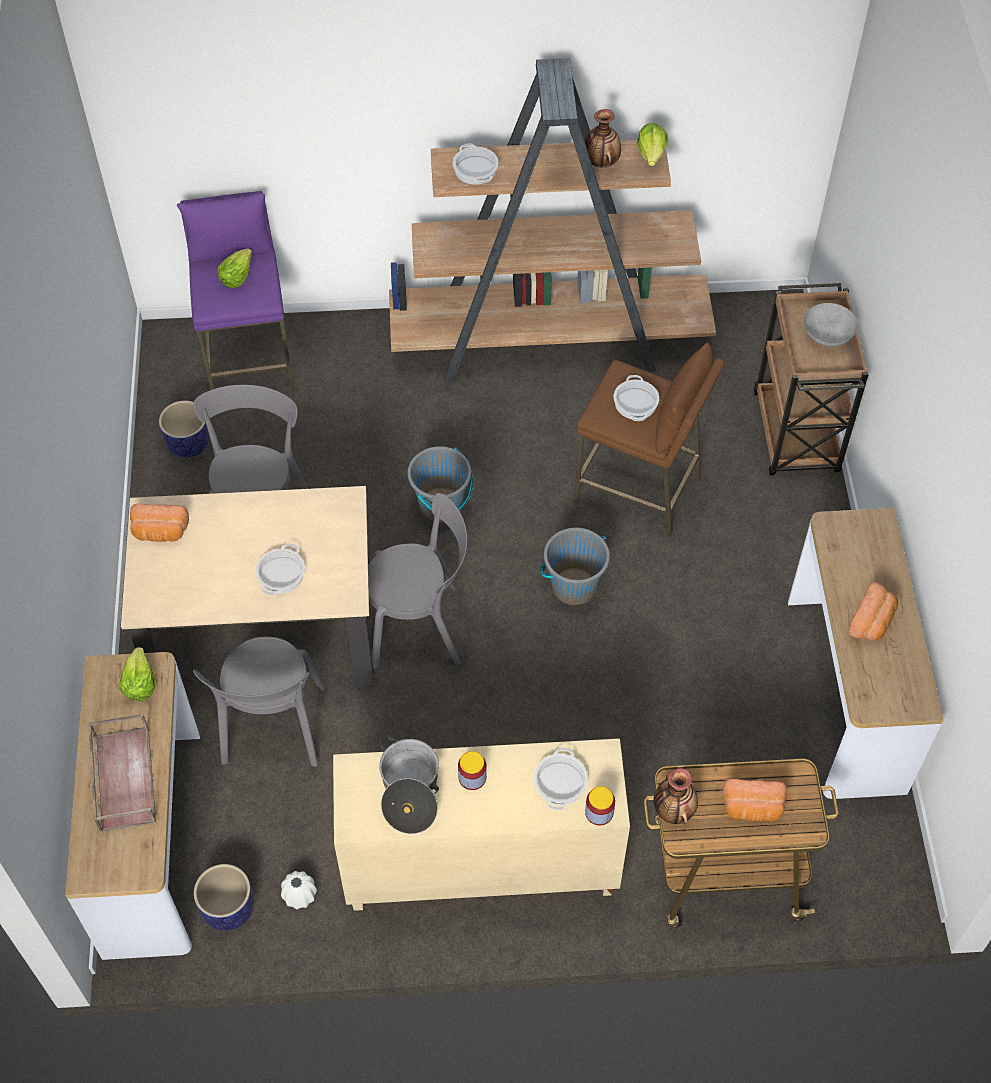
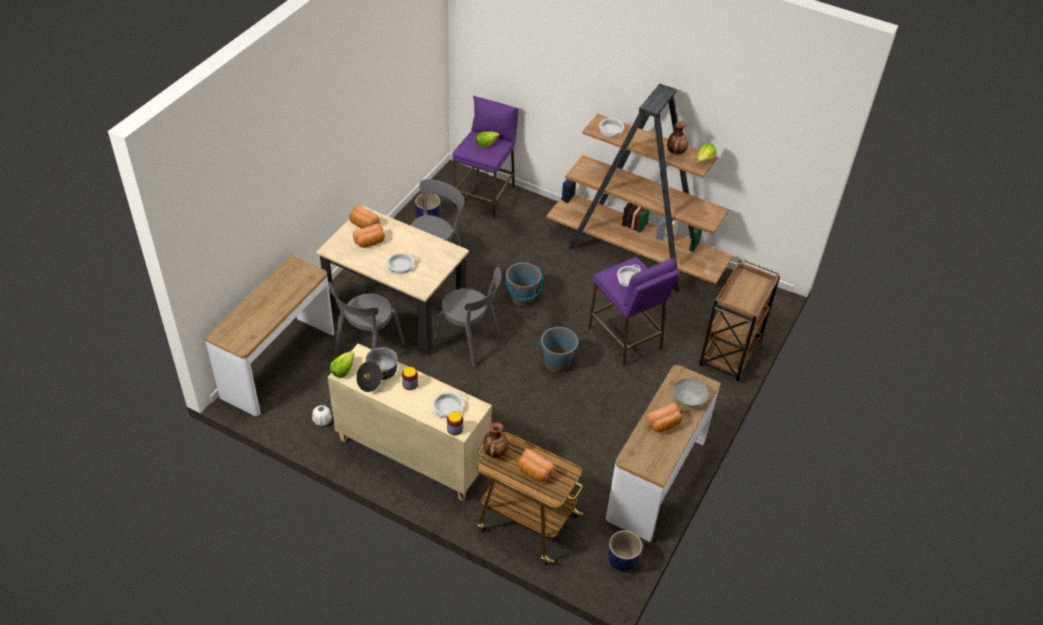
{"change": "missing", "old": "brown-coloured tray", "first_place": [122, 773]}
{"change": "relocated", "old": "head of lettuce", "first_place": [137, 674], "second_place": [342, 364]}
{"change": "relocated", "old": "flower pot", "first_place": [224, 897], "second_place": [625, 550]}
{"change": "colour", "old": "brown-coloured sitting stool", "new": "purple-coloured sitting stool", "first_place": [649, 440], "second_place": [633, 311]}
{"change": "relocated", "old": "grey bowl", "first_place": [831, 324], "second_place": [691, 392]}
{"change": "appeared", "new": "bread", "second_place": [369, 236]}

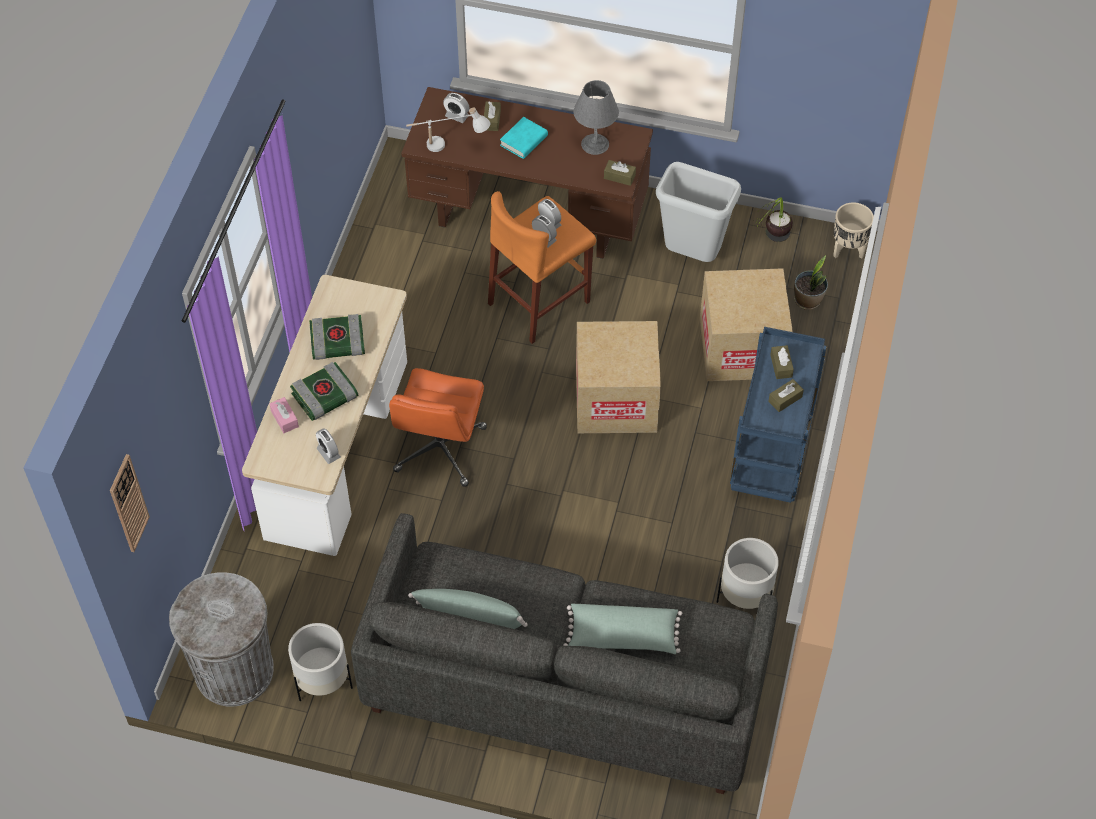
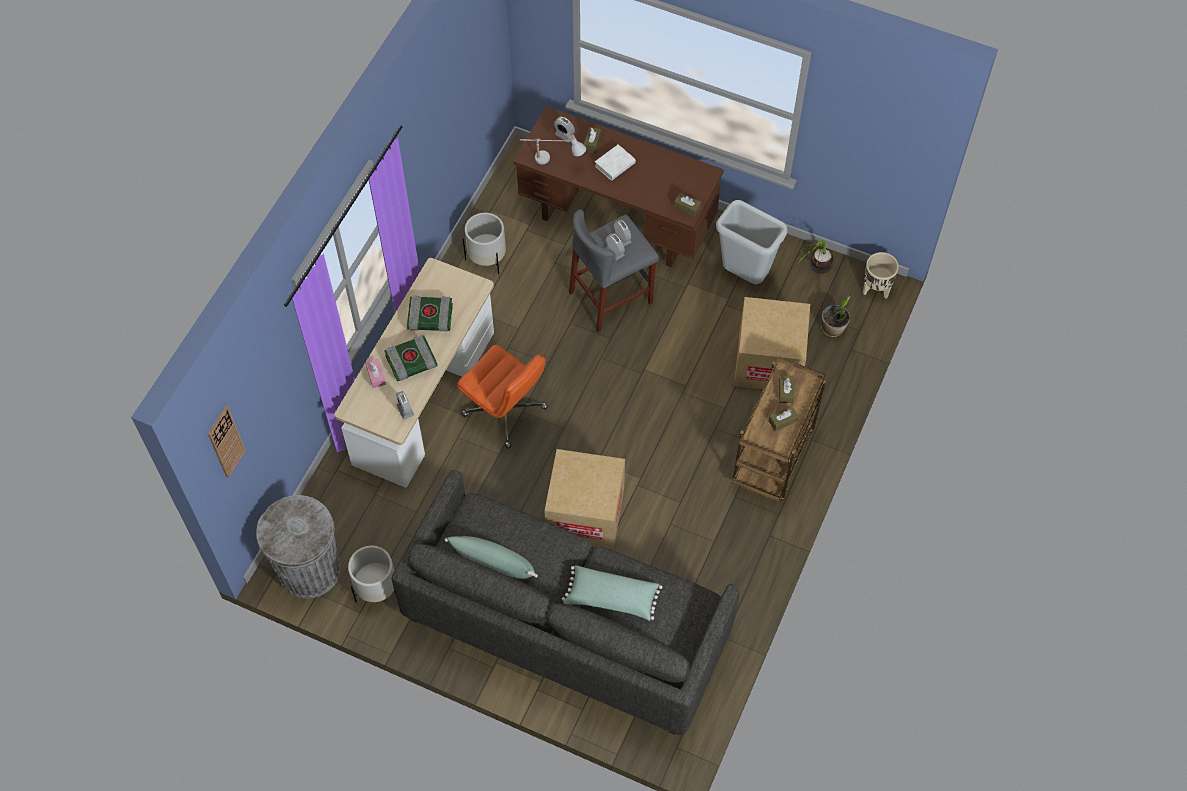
{"change": "spun", "old": "orange computer chair", "first_place": [438, 427], "second_place": [502, 396], "degrees": -75}
{"change": "colour", "old": "orange sitting stool", "new": "grey sitting stool", "first_place": [542, 267], "second_place": [614, 271]}
{"change": "colour", "old": "turquoise book", "new": "white book", "first_place": [524, 138], "second_place": [615, 162]}
{"change": "missing", "old": "grey lamp for a table", "first_place": [596, 117]}
{"change": "relocated", "old": "packing box", "first_place": [618, 377], "second_place": [585, 499]}
{"change": "relocated", "old": "white flower pot", "first_place": [748, 573], "second_place": [484, 243]}
{"change": "colour", "old": "blue-coloured cart", "new": "brown-coloured cart", "first_place": [778, 415], "second_place": [779, 429]}

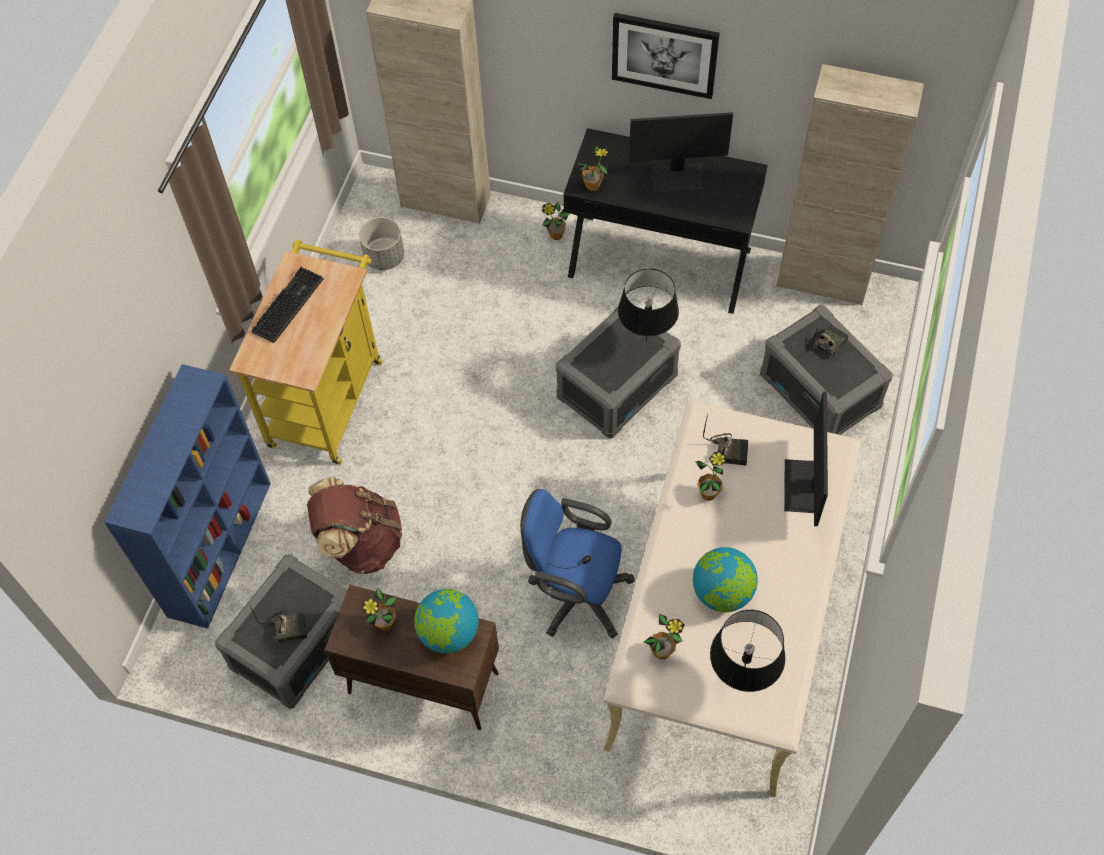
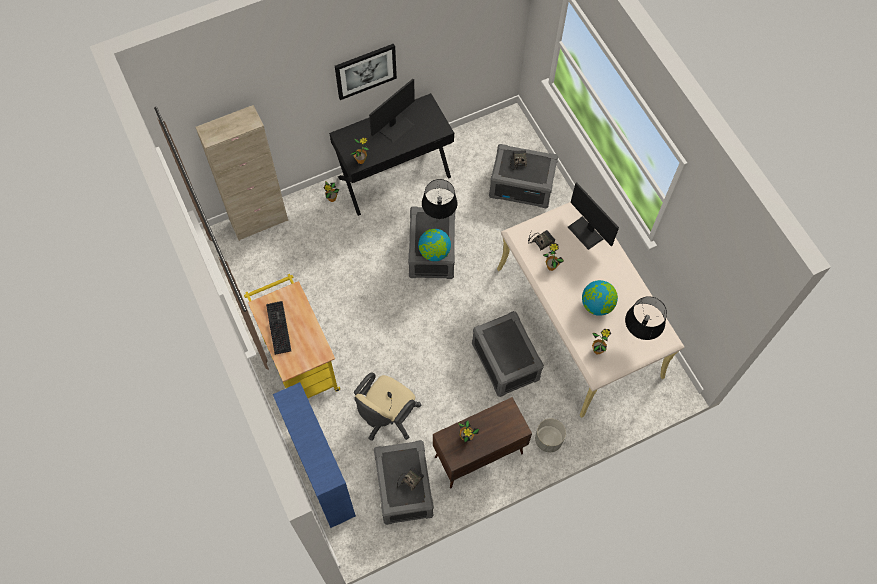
{"change": "exchanged", "old": "brown-coloured rucksack", "new": "beige computer chair", "first_place": [354, 525], "second_place": [387, 406]}
{"change": "relocated", "old": "grey flower pot", "first_place": [381, 243], "second_place": [550, 435]}
{"change": "relocated", "old": "world globe", "first_place": [446, 621], "second_place": [434, 245]}
{"change": "exchanged", "old": "blue-coloured computer chair", "new": "grey storage container", "first_place": [577, 563], "second_place": [508, 354]}
{"change": "missing", "old": "beige cabinet", "first_place": [850, 184]}

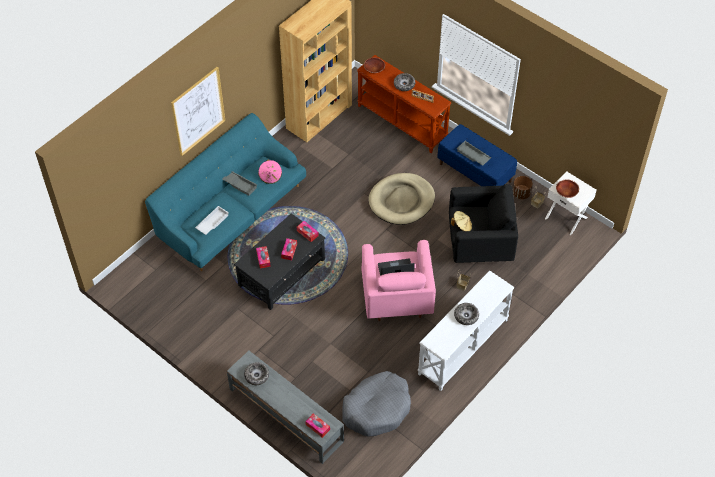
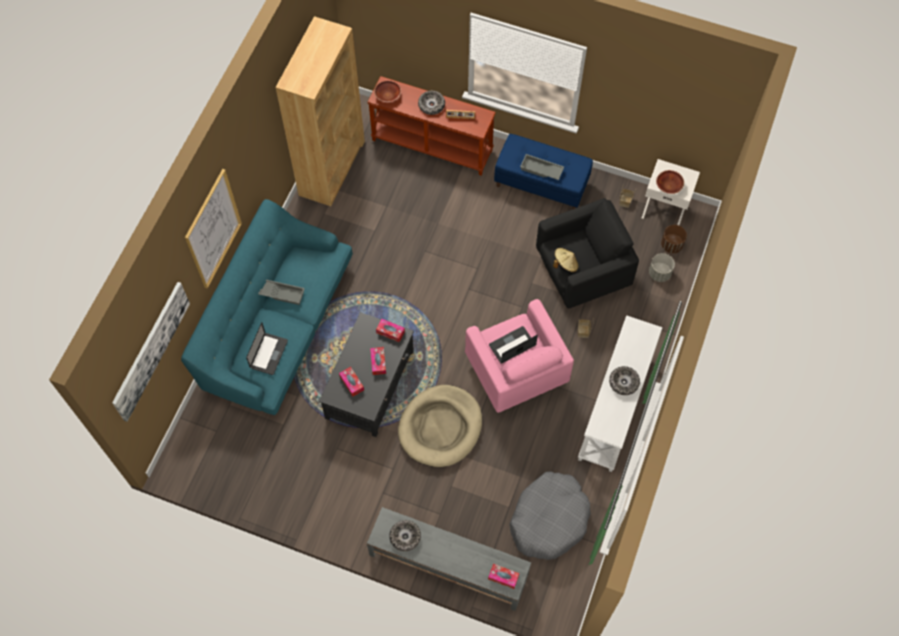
{"change": "exchanged", "old": "white tray", "new": "notebook computer", "first_place": [212, 220], "second_place": [267, 349]}
{"change": "missing", "old": "pink-coloured clothing hat", "first_place": [270, 171]}
{"change": "relocated", "old": "beige pet bed", "first_place": [401, 199], "second_place": [440, 426]}
{"change": "relocated", "old": "brown-coloured flower pot", "first_place": [522, 187], "second_place": [674, 239]}
{"change": "appeared", "new": "wall art", "second_place": [151, 352]}
{"change": "appeared", "new": "grey flower pot", "second_place": [662, 267]}

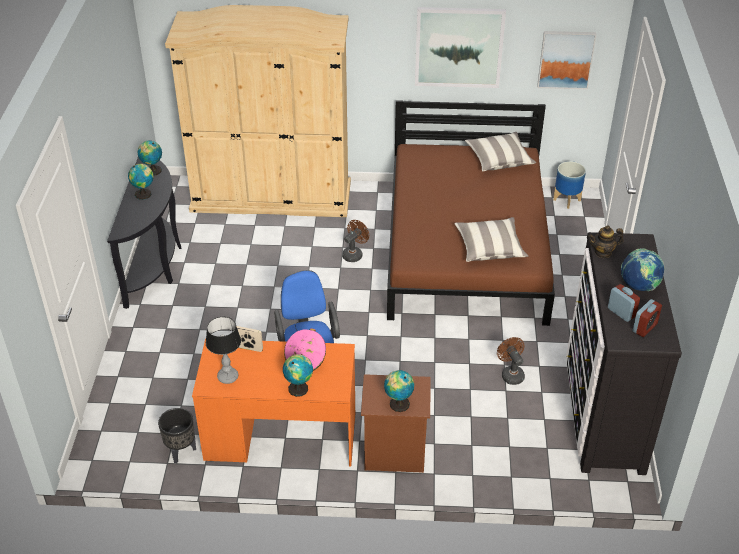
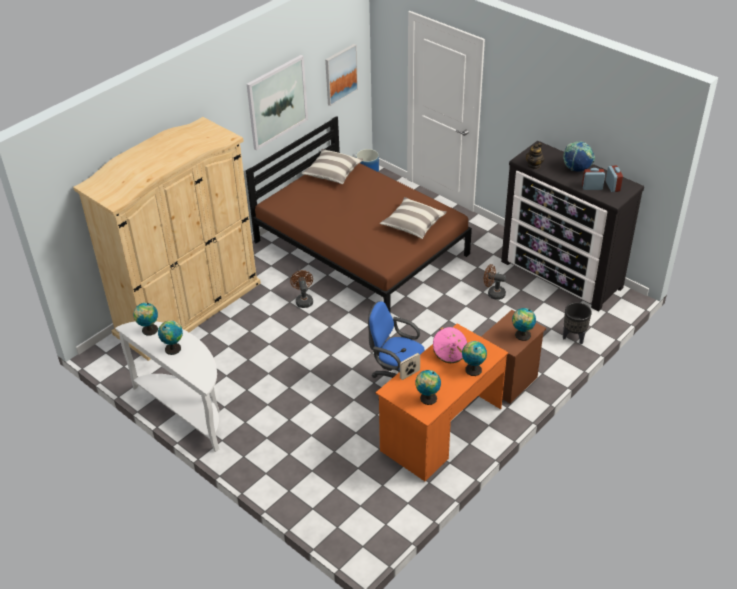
{"change": "colour", "old": "black console table", "new": "white console table", "first_place": [144, 233], "second_place": [167, 386]}
{"change": "relocated", "old": "black flower pot", "first_place": [177, 435], "second_place": [577, 323]}
{"change": "exchanged", "old": "lamp for a table", "new": "world globe", "first_place": [223, 350], "second_place": [428, 387]}

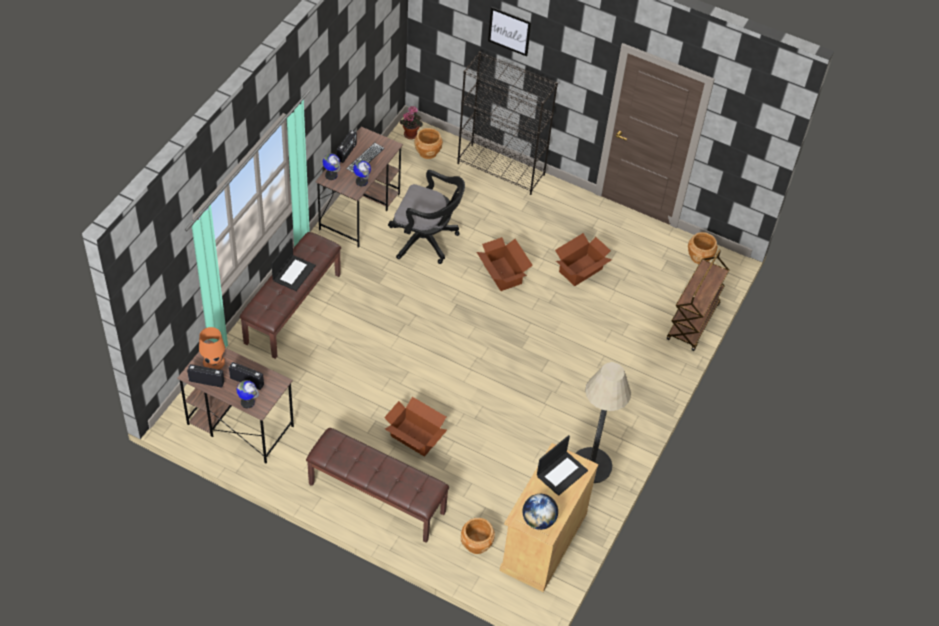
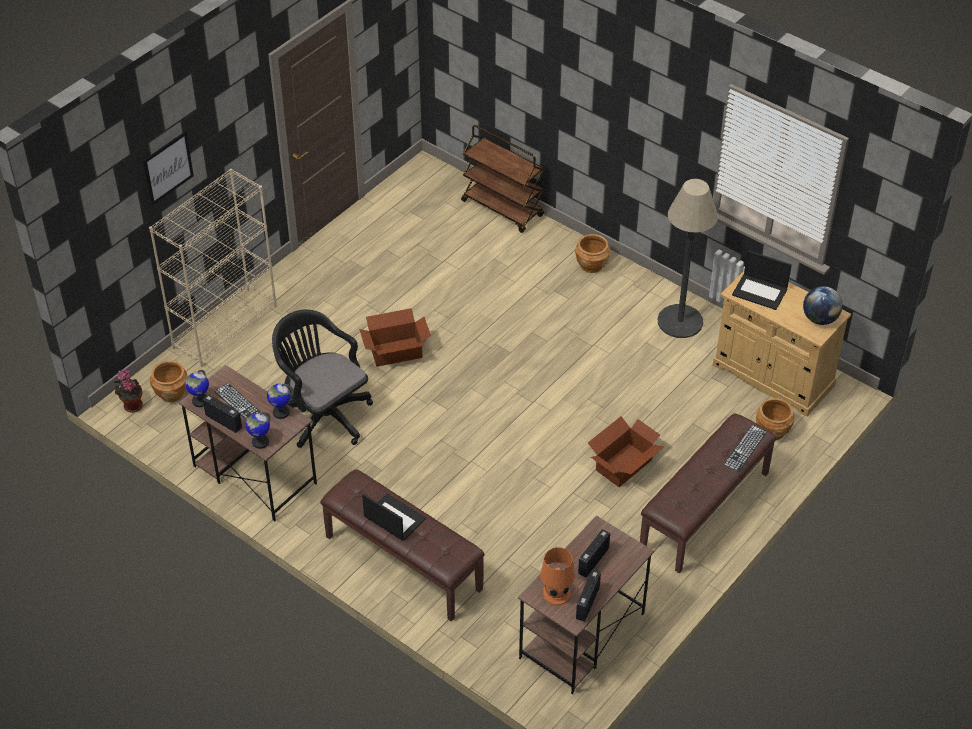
{"change": "relocated", "old": "world globe", "first_place": [248, 394], "second_place": [197, 388]}
{"change": "spun", "old": "black computer chair", "first_place": [426, 217], "second_place": [322, 379], "degrees": -75}
{"change": "colour", "old": "black bookshelf", "new": "beige bookshelf", "first_place": [507, 123], "second_place": [213, 268]}
{"change": "spun", "old": "notebook computer", "first_place": [562, 465], "second_place": [762, 280], "degrees": 150}
{"change": "missing", "old": "packing box", "first_place": [583, 259]}
{"change": "relocated", "old": "brown-coloured flower pot", "first_place": [703, 248], "second_place": [592, 253]}
{"change": "appeared", "new": "keyboard", "second_place": [745, 448]}

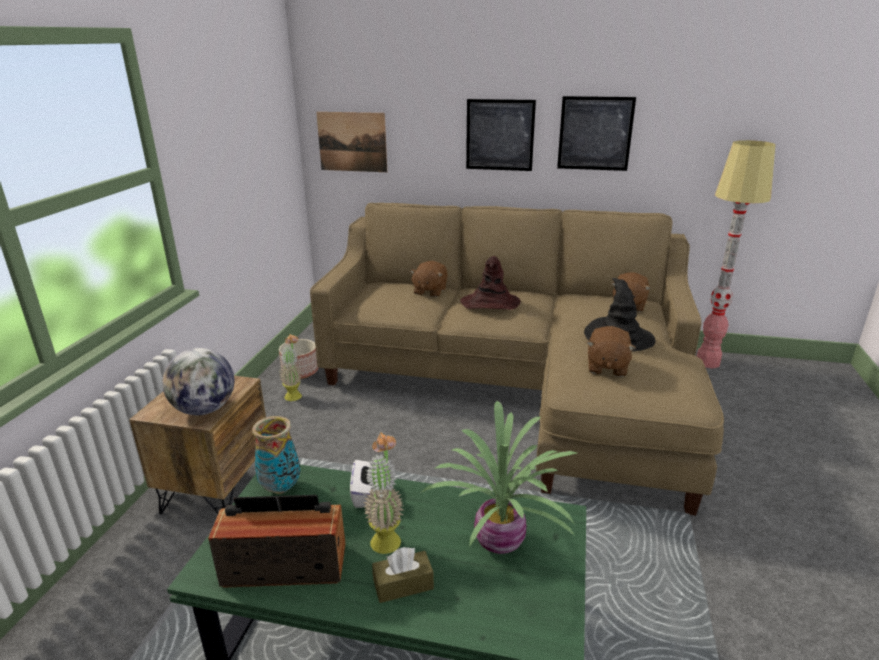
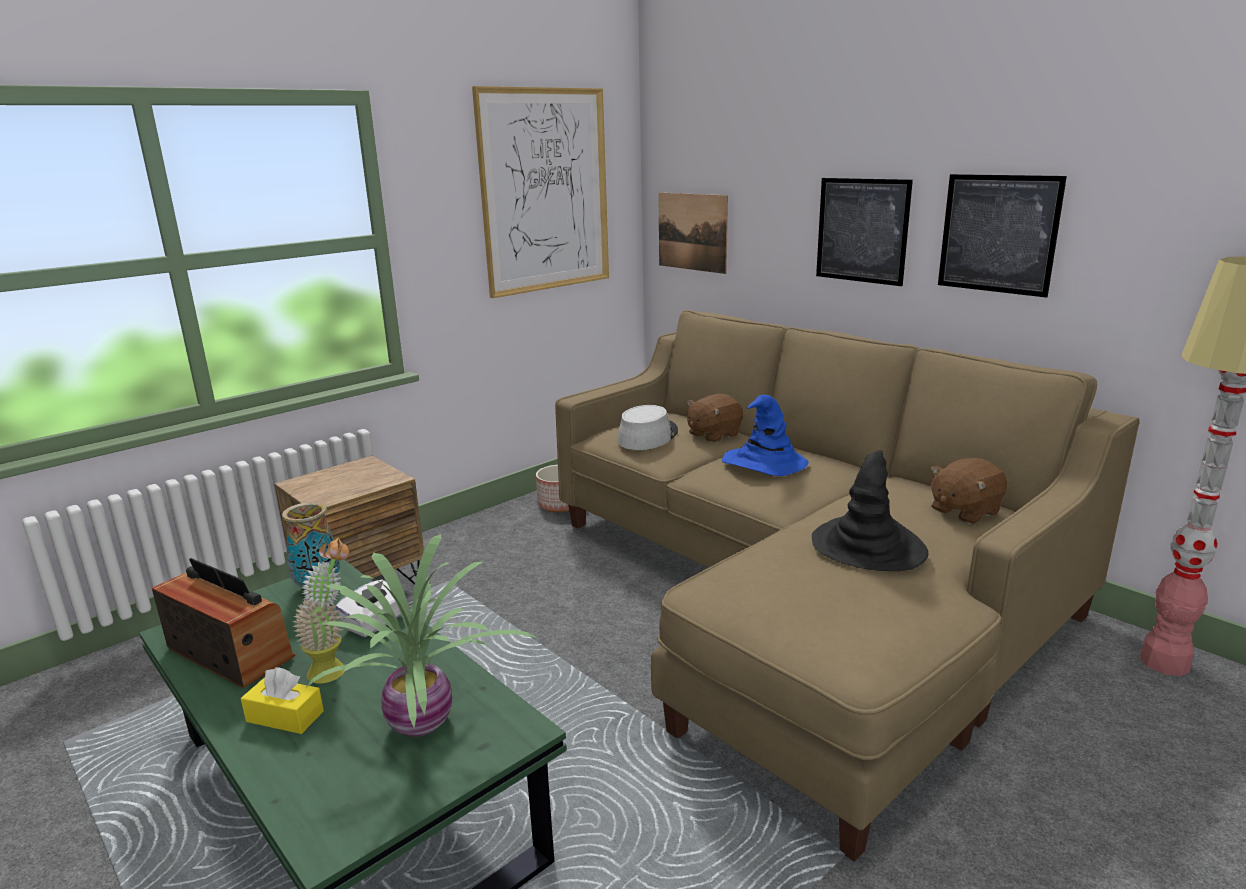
{"change": "missing", "old": "world globe", "first_place": [198, 381]}
{"change": "missing", "old": "plant in a pot", "first_place": [290, 367]}
{"change": "colour", "old": "brown-coloured tissue box", "new": "yellowish tissue box", "first_place": [403, 575], "second_place": [282, 700]}
{"change": "colour", "old": "brown-coloured clothing hat", "new": "blue-coloured clothing hat", "first_place": [490, 283], "second_place": [765, 435]}
{"change": "missing", "old": "brown-coloured plush toy", "first_place": [611, 351]}
{"change": "appeared", "new": "wall art", "second_place": [540, 192]}
{"change": "appeared", "new": "grey clothing hat", "second_place": [647, 427]}

